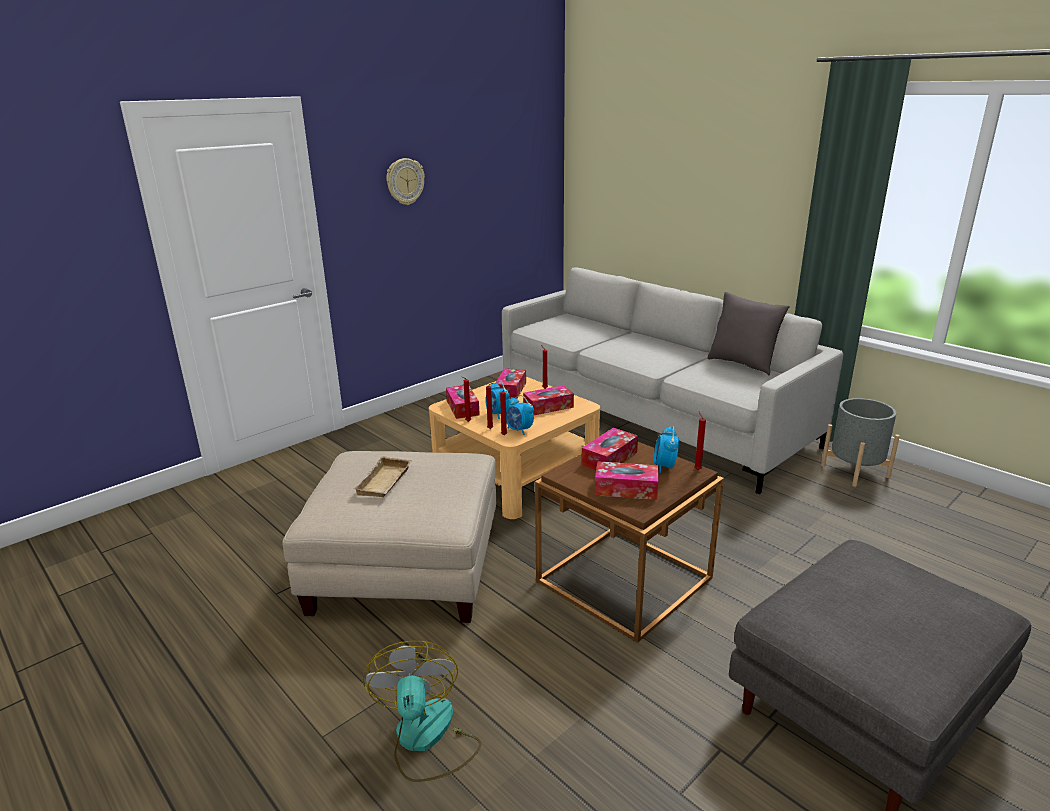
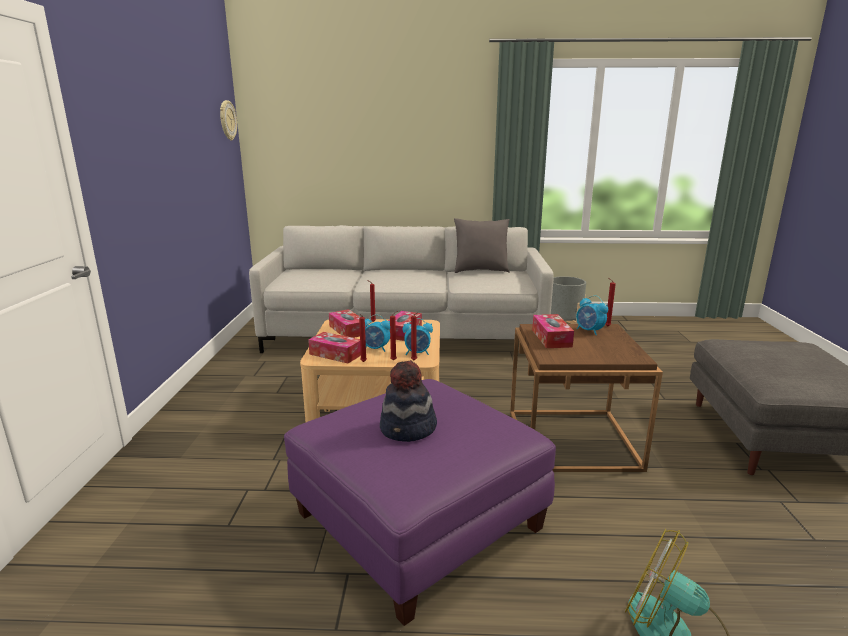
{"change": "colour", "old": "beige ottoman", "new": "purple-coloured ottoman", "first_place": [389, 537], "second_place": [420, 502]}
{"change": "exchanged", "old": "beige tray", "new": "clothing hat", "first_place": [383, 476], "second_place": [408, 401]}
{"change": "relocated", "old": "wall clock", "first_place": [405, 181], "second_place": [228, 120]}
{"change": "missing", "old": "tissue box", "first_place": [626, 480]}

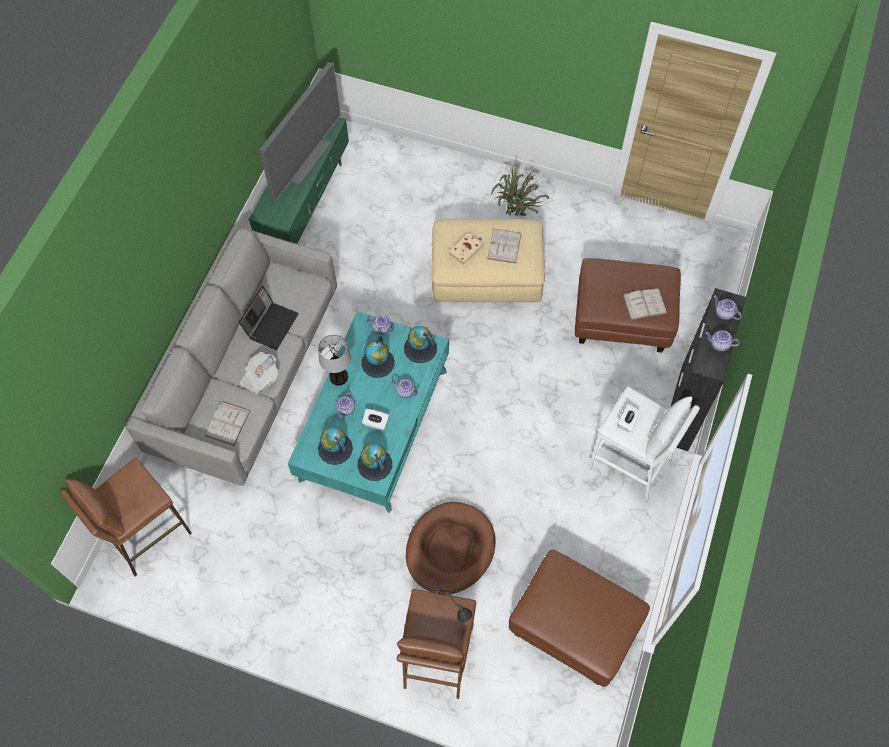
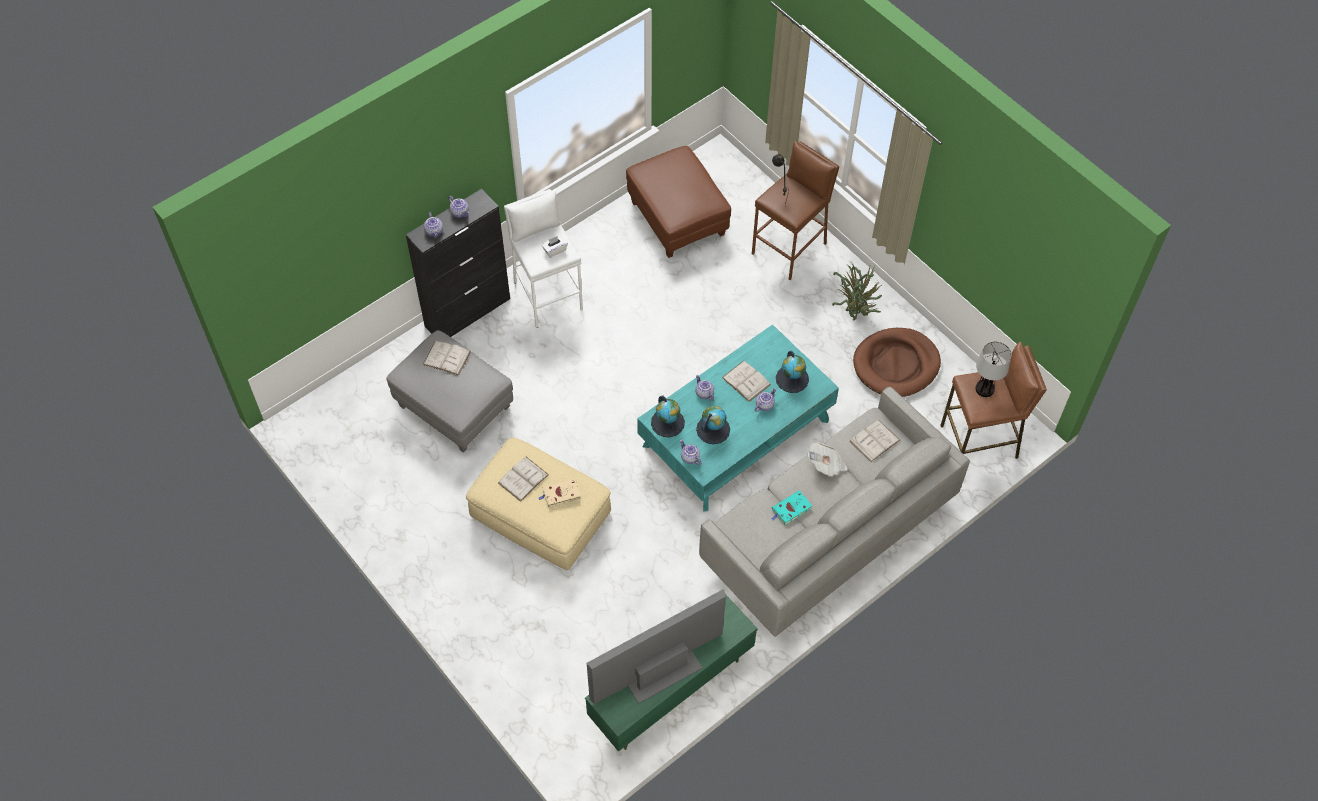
{"change": "exchanged", "old": "notebook computer", "new": "turquoise book", "first_place": [269, 317], "second_place": [791, 508]}
{"change": "relocated", "old": "lamp for a table", "first_place": [334, 360], "second_place": [993, 369]}
{"change": "missing", "old": "world globe", "first_place": [374, 462]}
{"change": "exchanged", "old": "white tissue box", "new": "white book", "first_place": [375, 419], "second_place": [746, 381]}
{"change": "relocated", "old": "brown-coloured pet bed", "first_place": [451, 548], "second_place": [897, 362]}
{"change": "relocated", "old": "plant in a pot", "first_place": [520, 191], "second_place": [857, 292]}
{"change": "colour", "old": "brown-coloured ottoman", "new": "grey ottoman", "first_place": [628, 305], "second_place": [449, 391]}

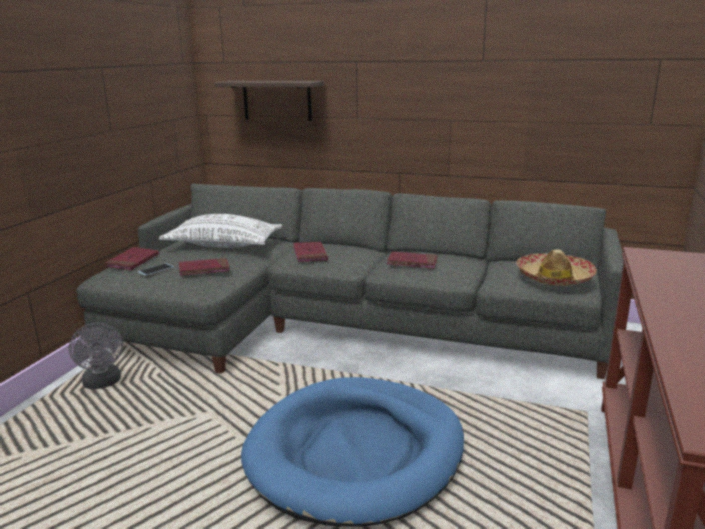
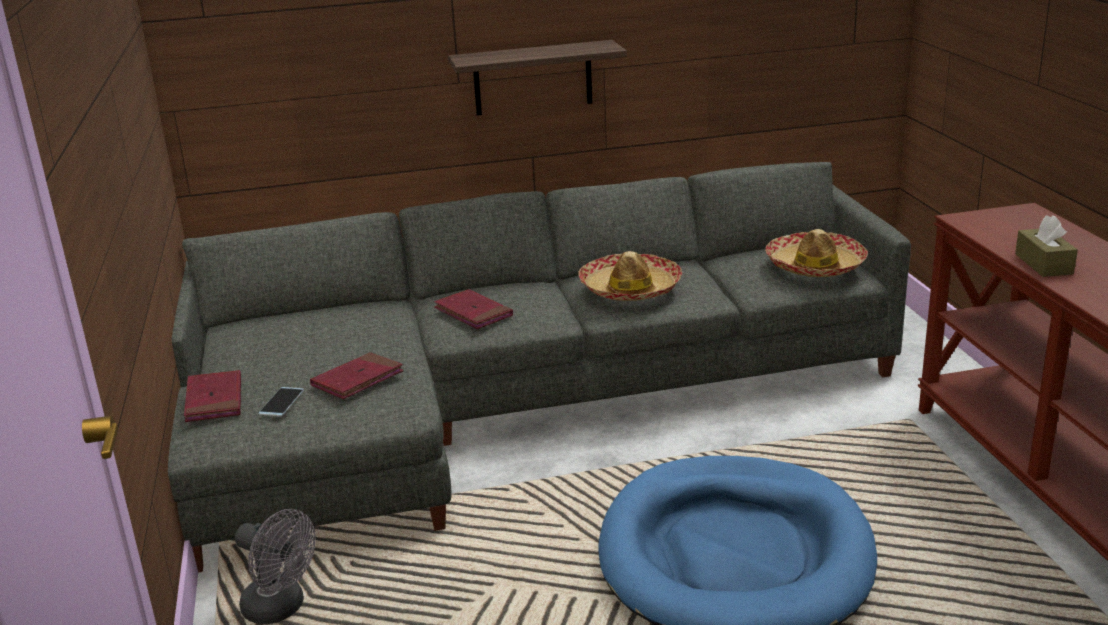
{"change": "missing", "old": "white pillow", "first_place": [220, 231]}
{"change": "relocated", "old": "bracket shelf", "first_place": [269, 101], "second_place": [537, 77]}
{"change": "exchanged", "old": "reddish book", "new": "clothing hat", "first_place": [412, 260], "second_place": [630, 276]}
{"change": "appeared", "new": "brown-coloured tissue box", "second_place": [1046, 246]}

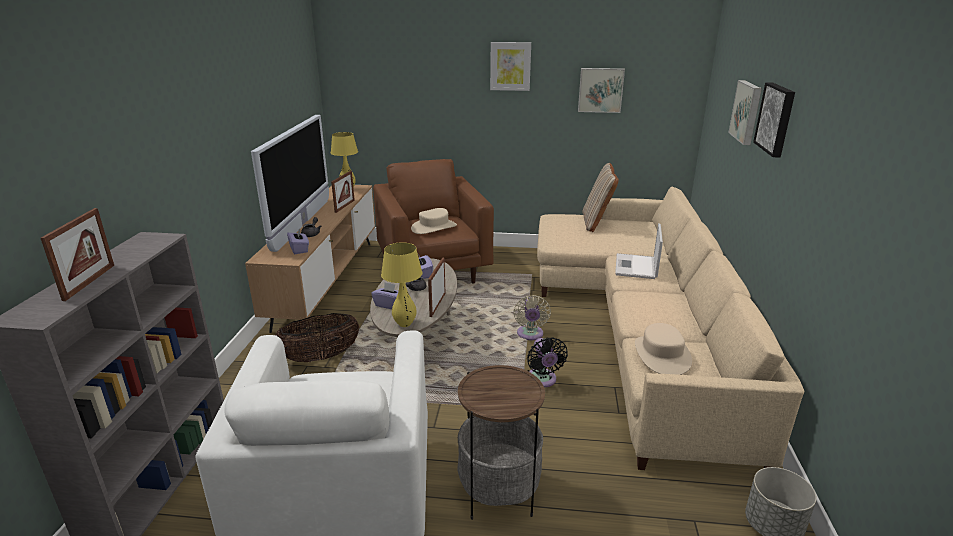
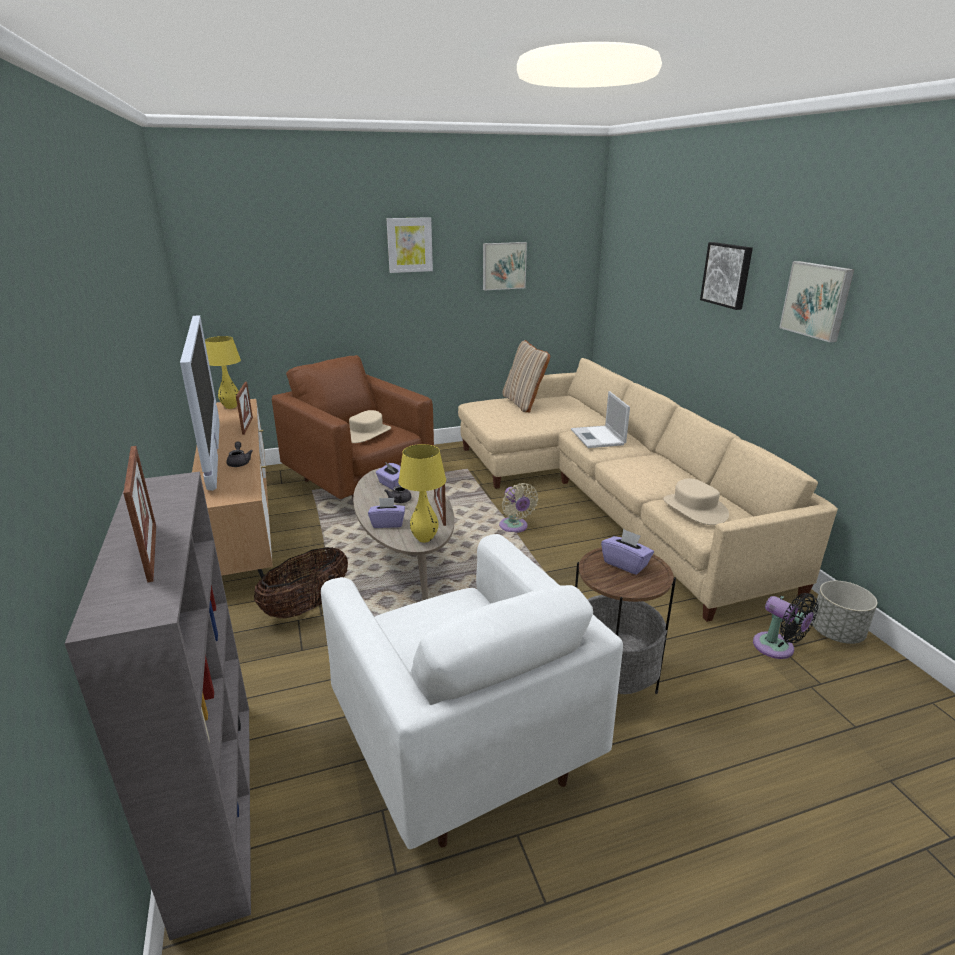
{"change": "relocated", "old": "purple-coloured tissue box", "first_place": [298, 241], "second_place": [627, 552]}
{"change": "relocated", "old": "black cooling fan", "first_place": [547, 362], "second_place": [786, 626]}
{"change": "relocated", "old": "wall art", "first_place": [745, 112], "second_place": [816, 301]}

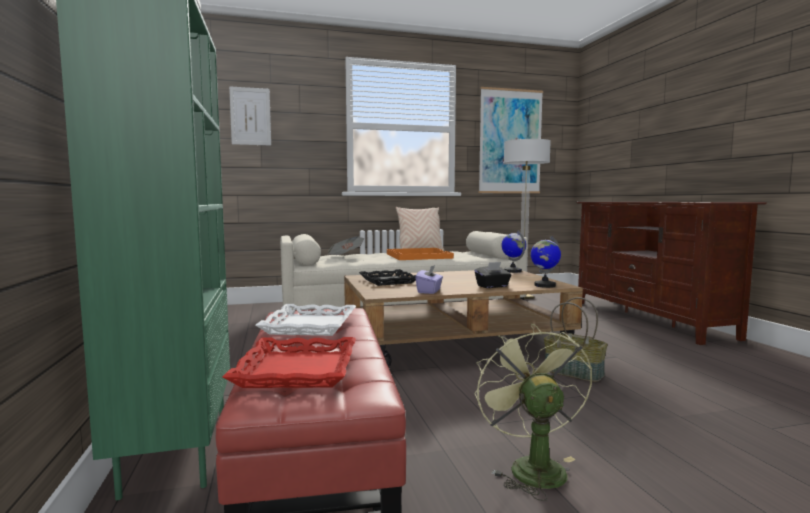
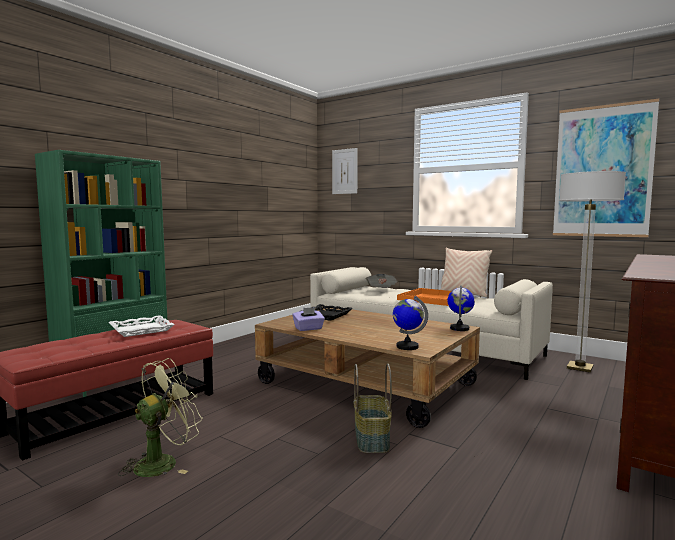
{"change": "missing", "old": "reddish tray", "first_place": [289, 362]}
{"change": "missing", "old": "black tissue box", "first_place": [493, 275]}

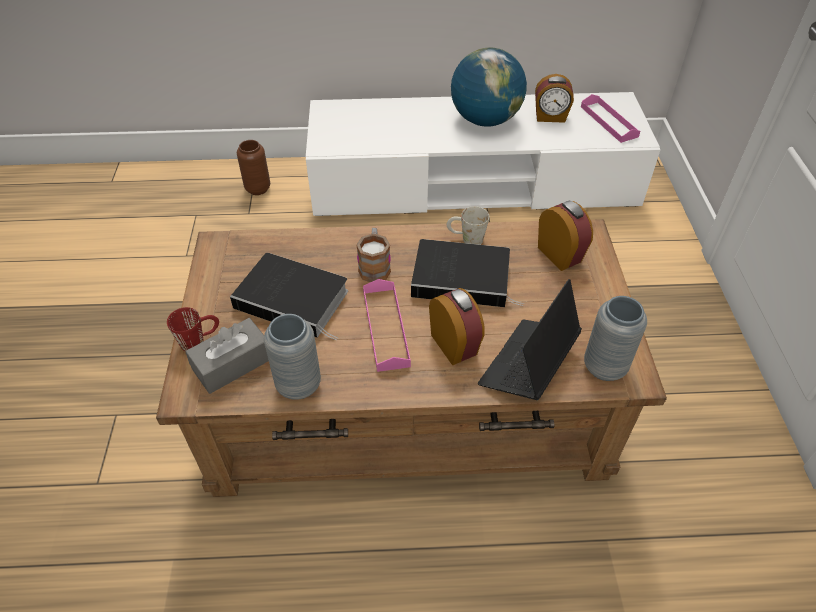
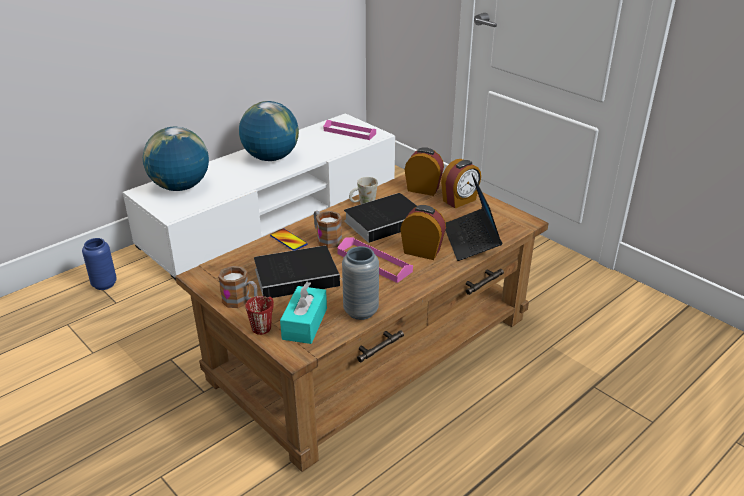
{"change": "colour", "old": "grey tissue box", "new": "turquoise tissue box", "first_place": [227, 356], "second_place": [303, 313]}
{"change": "colour", "old": "brown-coloured decorative vase", "new": "blue-coloured decorative vase", "first_place": [253, 167], "second_place": [99, 264]}
{"change": "relocated", "old": "bedside clock", "first_place": [554, 98], "second_place": [461, 183]}
{"change": "missing", "old": "grey decorative vase", "first_place": [615, 338]}
{"change": "appeared", "new": "world globe", "second_place": [176, 159]}
{"change": "appeared", "new": "mug", "second_place": [238, 287]}
{"change": "appeared", "new": "handset", "second_place": [288, 239]}

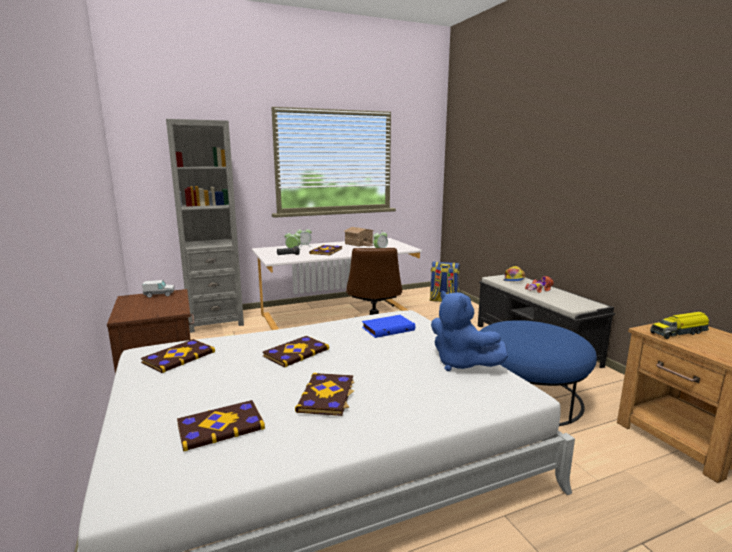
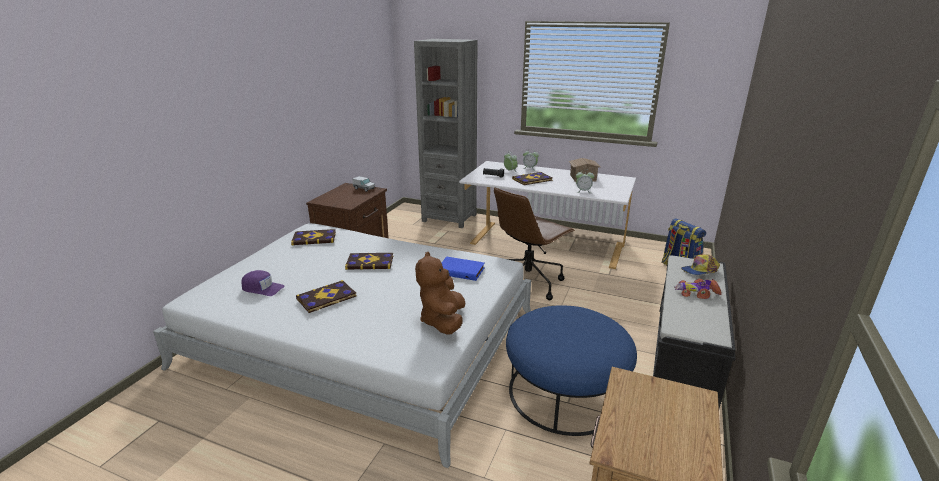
{"change": "exchanged", "old": "book", "new": "purple-coloured baseball cap", "first_place": [221, 425], "second_place": [263, 283]}
{"change": "colour", "old": "blue-coloured plush toy", "new": "brown-coloured plush toy", "first_place": [469, 331], "second_place": [440, 293]}
{"change": "missing", "old": "model truck", "first_place": [679, 325]}

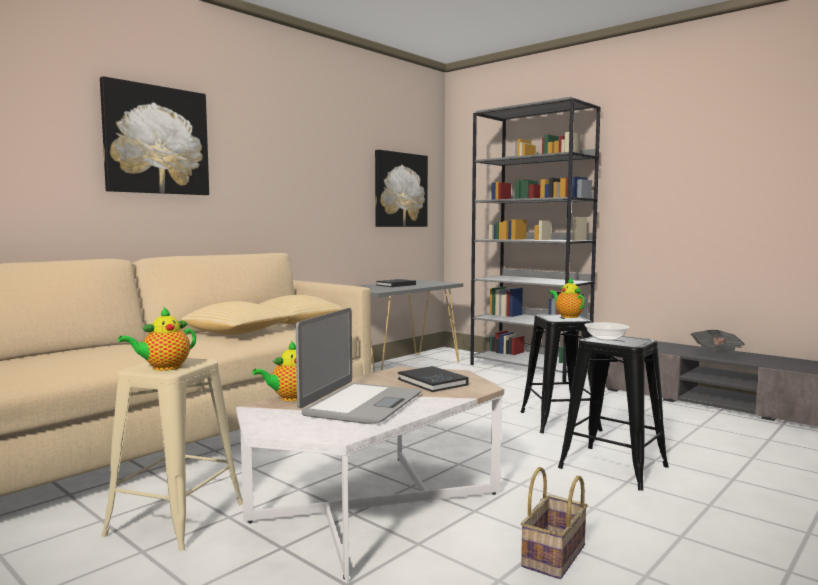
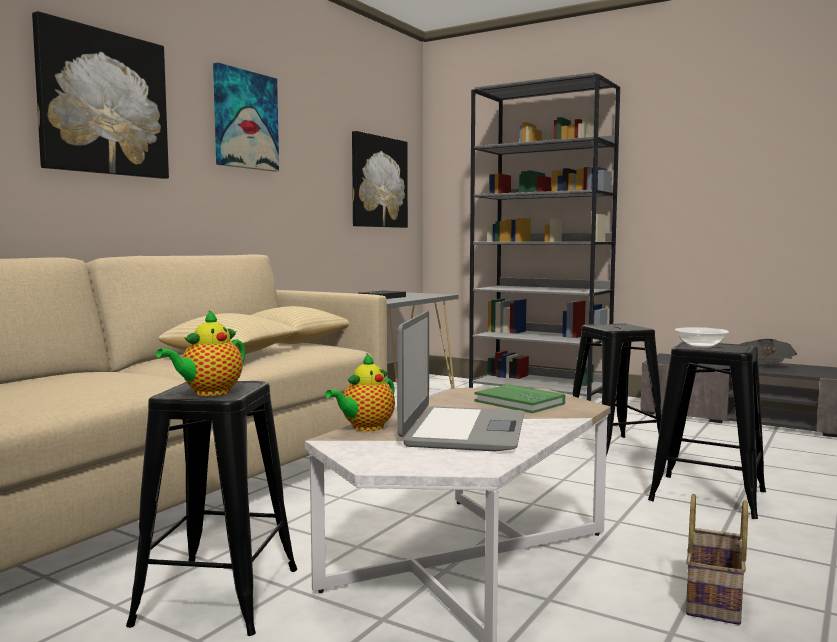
{"change": "colour", "old": "beige sitting stool", "new": "black sitting stool", "first_place": [172, 454], "second_place": [211, 508]}
{"change": "colour", "old": "black book", "new": "green-coloured book", "first_place": [433, 379], "second_place": [519, 398]}
{"change": "missing", "old": "tea pot", "first_place": [567, 297]}
{"change": "appeared", "new": "wall art", "second_place": [246, 117]}

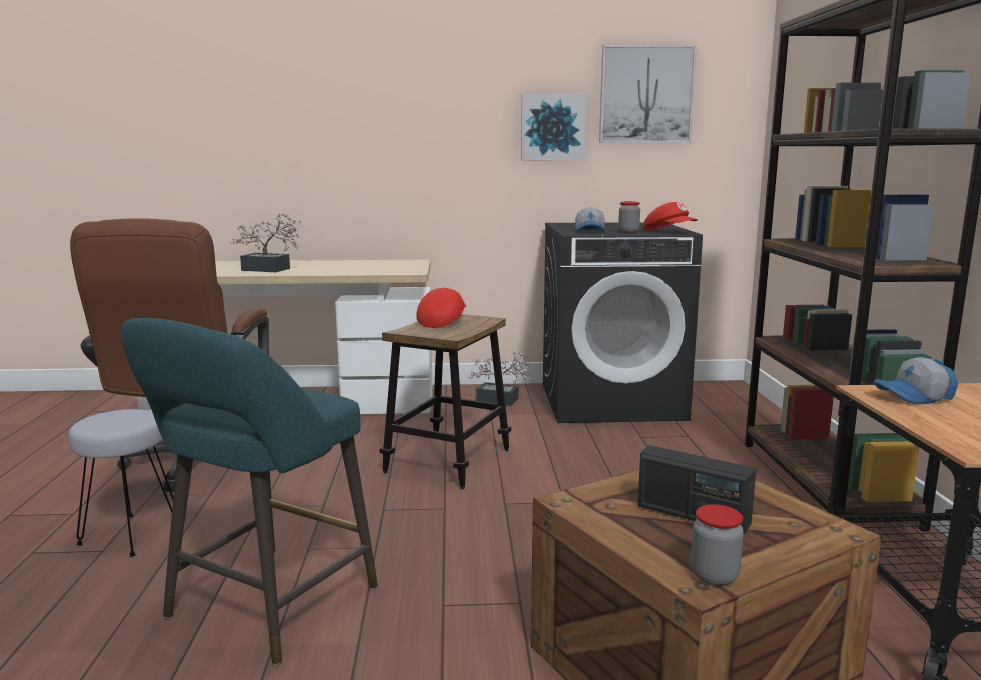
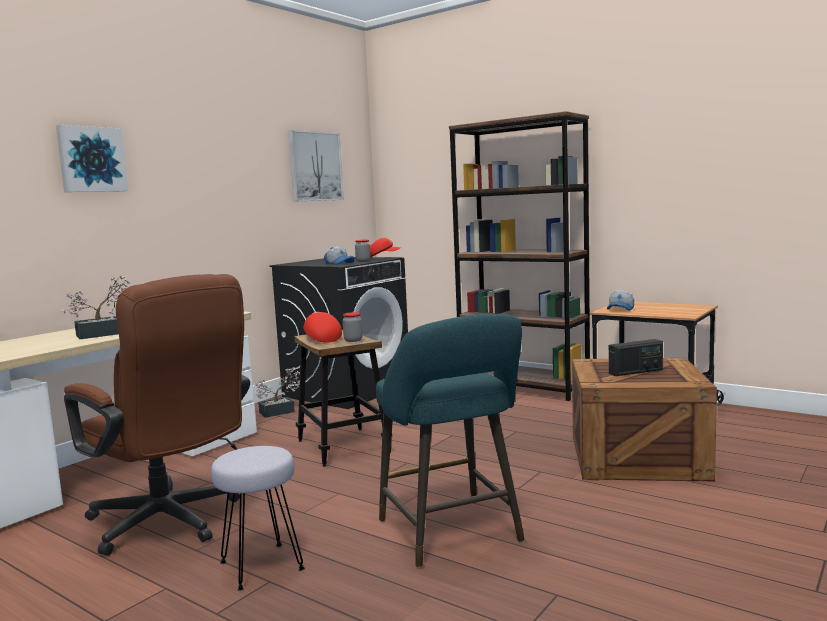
{"change": "relocated", "old": "wall art", "first_place": [553, 127], "second_place": [92, 158]}
{"change": "relocated", "old": "jar", "first_place": [717, 545], "second_place": [353, 327]}

